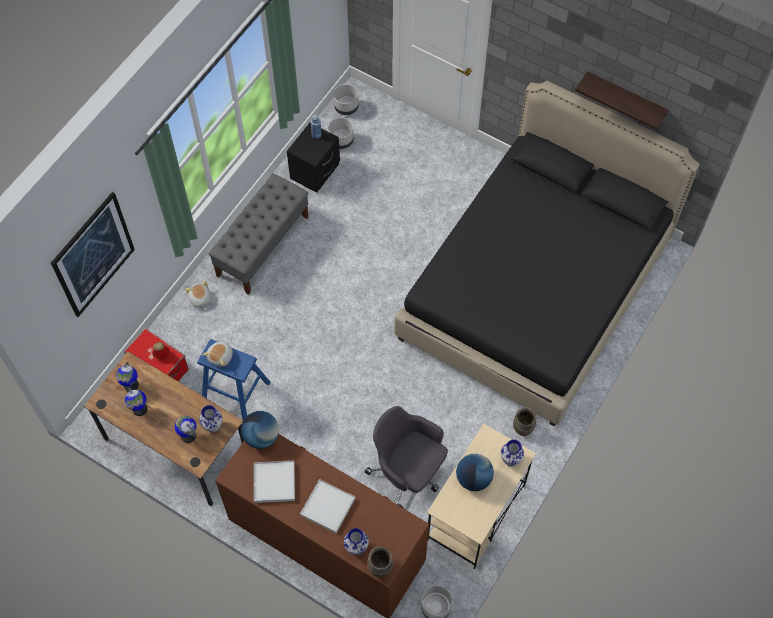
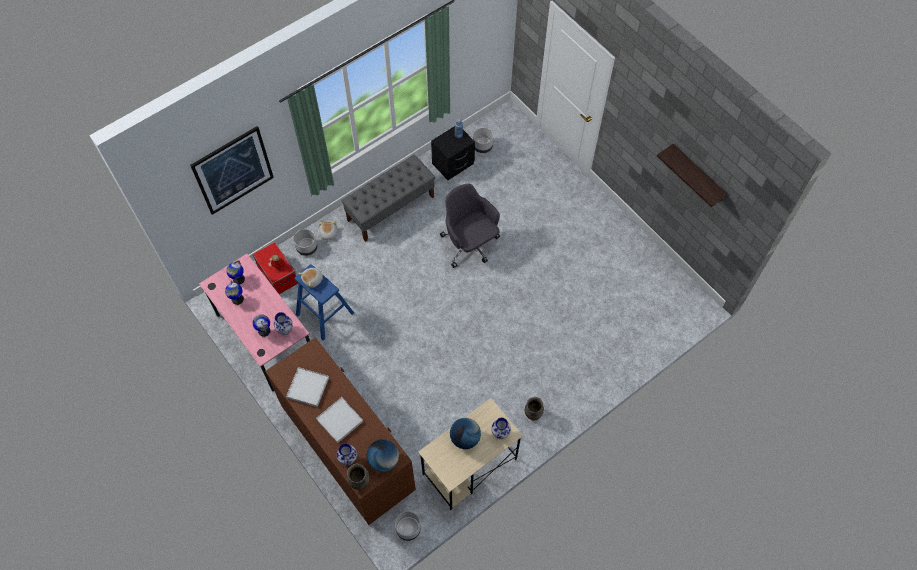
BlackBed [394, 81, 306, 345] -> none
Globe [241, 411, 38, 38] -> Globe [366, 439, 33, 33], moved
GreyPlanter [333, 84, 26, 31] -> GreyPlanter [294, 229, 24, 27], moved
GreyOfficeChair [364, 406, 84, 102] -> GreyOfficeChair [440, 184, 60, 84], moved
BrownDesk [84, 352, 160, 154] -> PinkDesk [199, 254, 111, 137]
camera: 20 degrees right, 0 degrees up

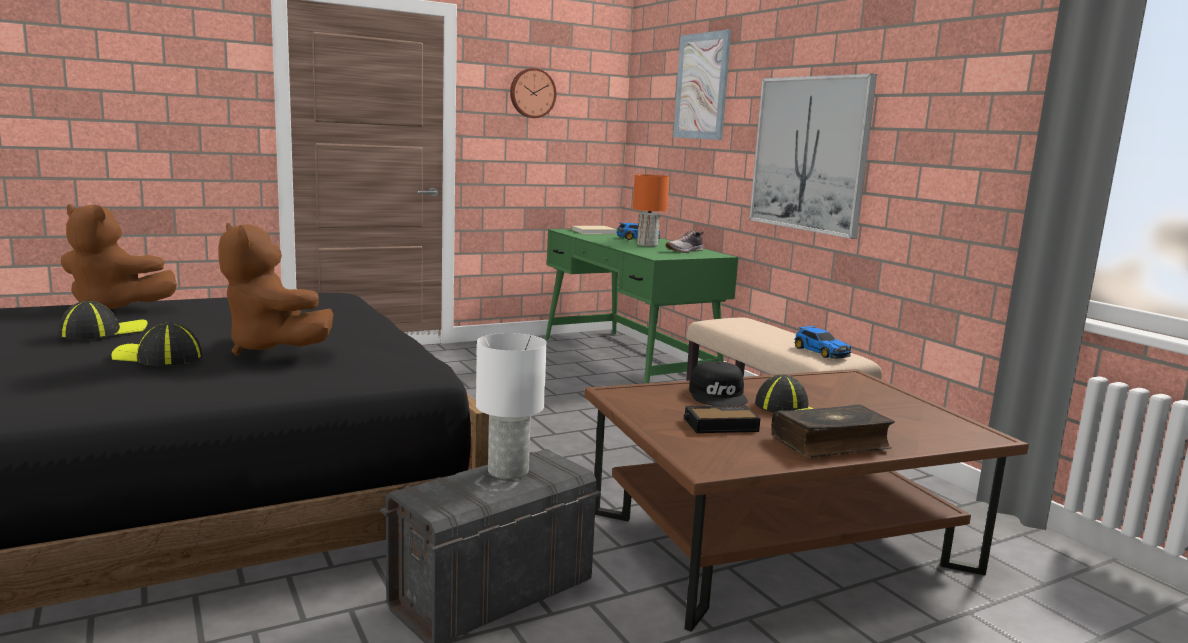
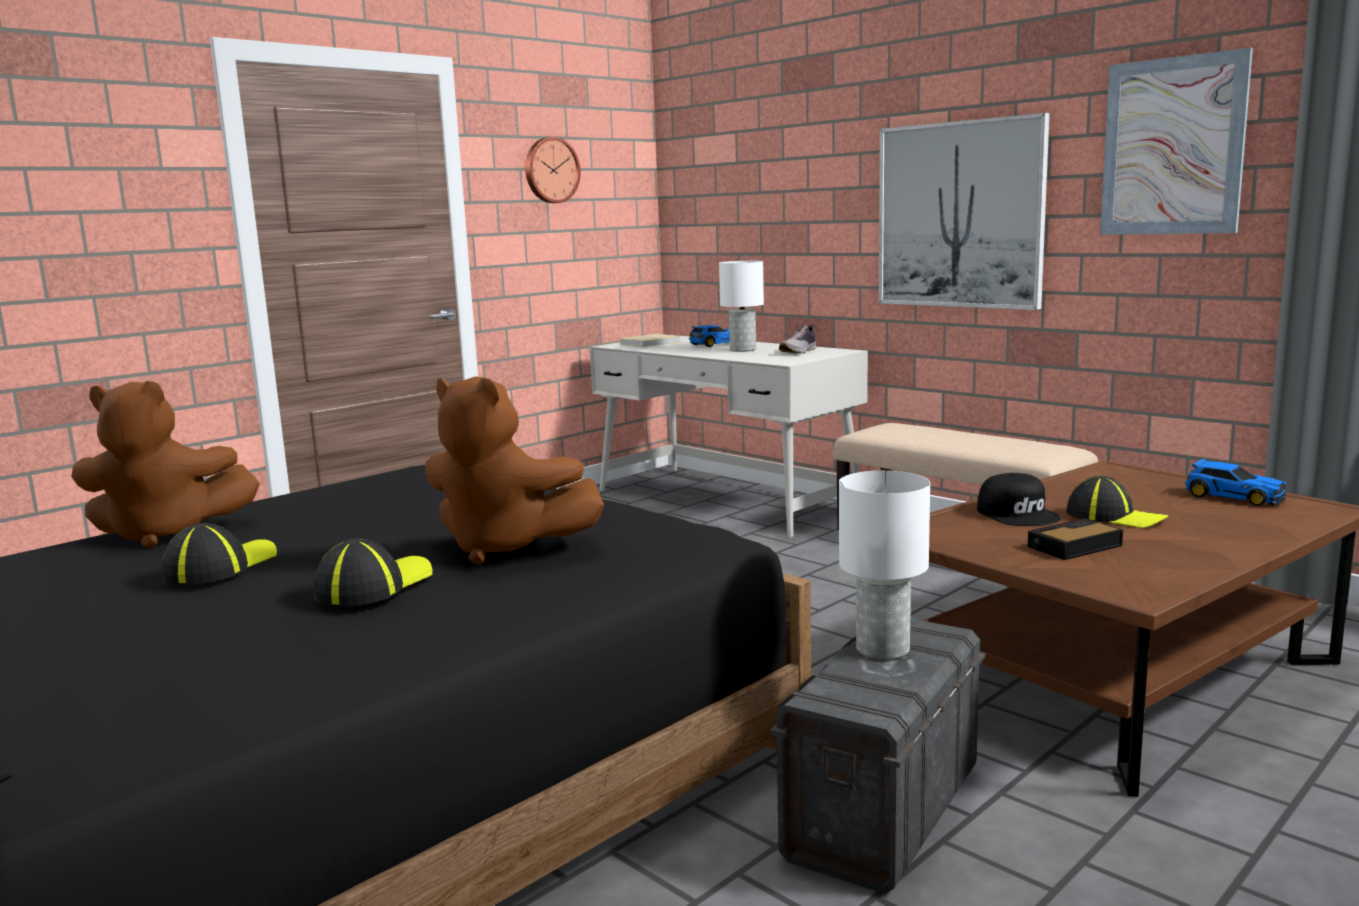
Book [771, 404, 124, 54] -> none
Picture [673, 29, 58, 111] -> Picture [1100, 48, 153, 187], moved
ToyCar [794, 326, 57, 33] -> ToyCar [1185, 459, 102, 47], moved
GreenDesk [545, 228, 193, 156] -> WhiteDesk [590, 335, 278, 202]
OrangeTableLamp [633, 174, 36, 72] -> WhiteTableLamp [719, 261, 45, 91]
Cap [111, 322, 92, 44] -> Cap [313, 539, 120, 67], 120 degrees clockwise
camera: 15 degrees left, 0 degrees up

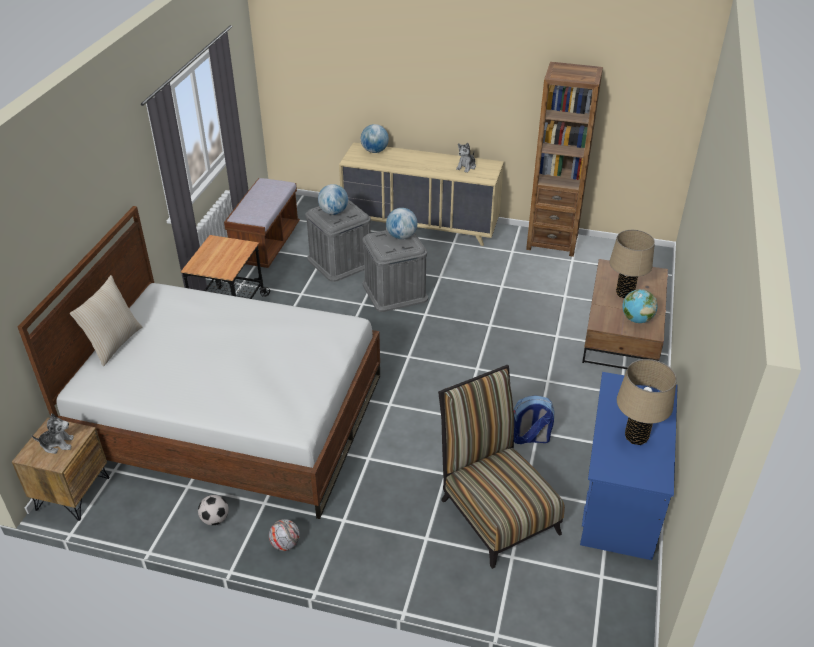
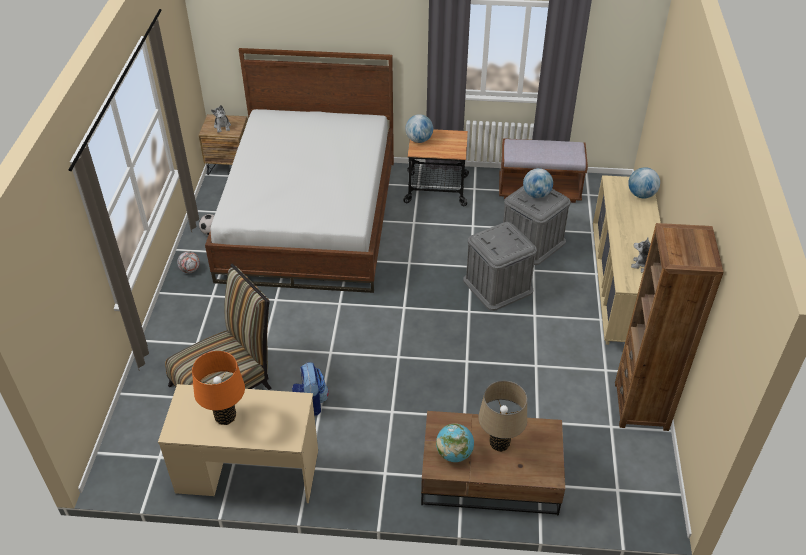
BeigePillow [70, 275, 72, 91] -> none
Globe [386, 208, 31, 31] -> Globe [405, 114, 28, 29], moved
BlueDesk [580, 372, 98, 188] -> BeigeDesk [158, 384, 160, 119]
BeigeTableLamp [617, 359, 60, 86] -> OrangeTableLamp [192, 351, 53, 74]
camera: 80 degrees right, 5 degrees up

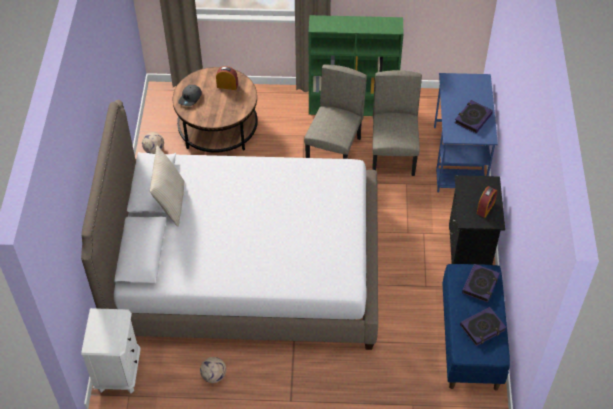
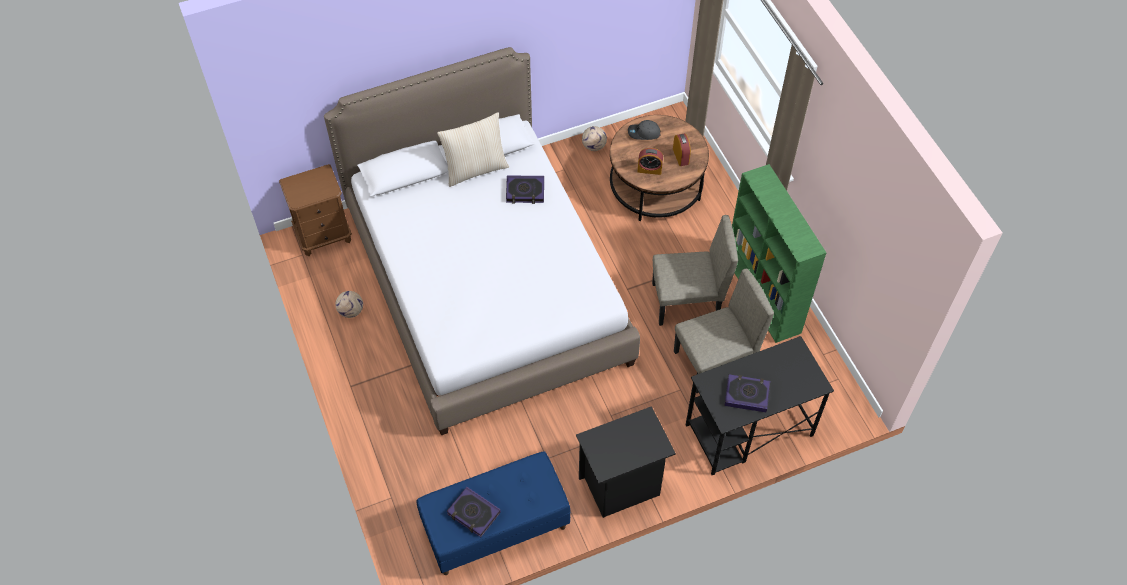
Book [462, 264, 38, 39] -> Book [506, 176, 38, 28], moved
AlarmClock [477, 186, 20, 32] -> AlarmClock [638, 148, 25, 27], moved
WhiteNightstand [81, 308, 60, 86] -> BrownNightstand [279, 164, 73, 92]
BlueDesk [434, 73, 64, 120] -> BlackDesk [686, 336, 148, 139]
camera: 65 degrees right, 5 degrees up

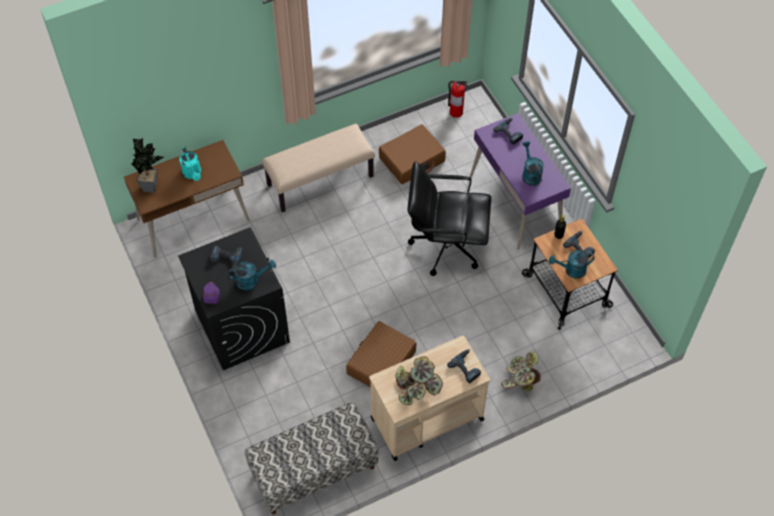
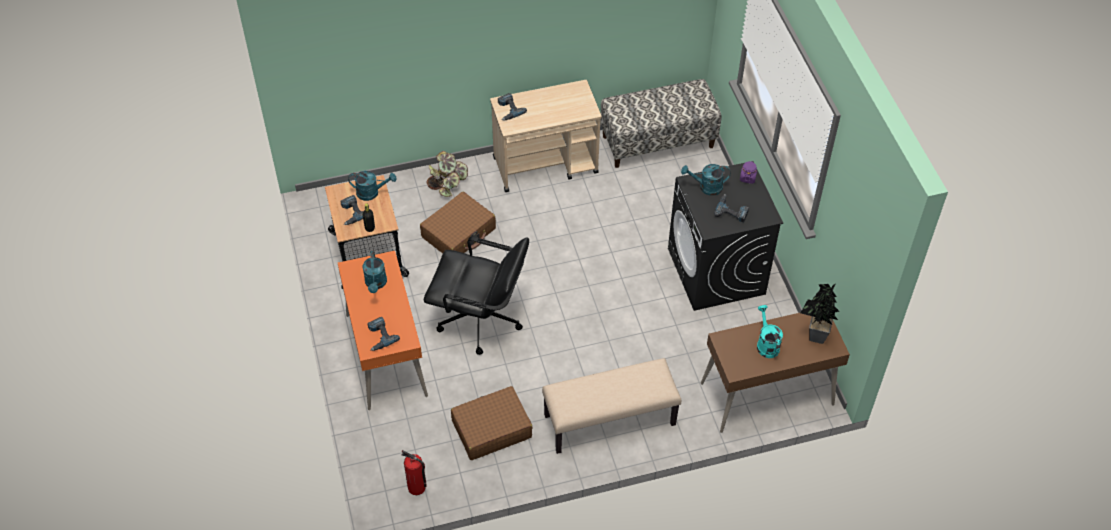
PottedPlant [395, 356, 48, 49] -> none
BrownSuitcase [346, 321, 71, 66] -> BrownSuitcase [420, 192, 76, 61], moved
PurpleDesk [470, 113, 101, 137] -> OrangeDesk [338, 251, 90, 159]
camera: 170 degrees left, 5 degrees down

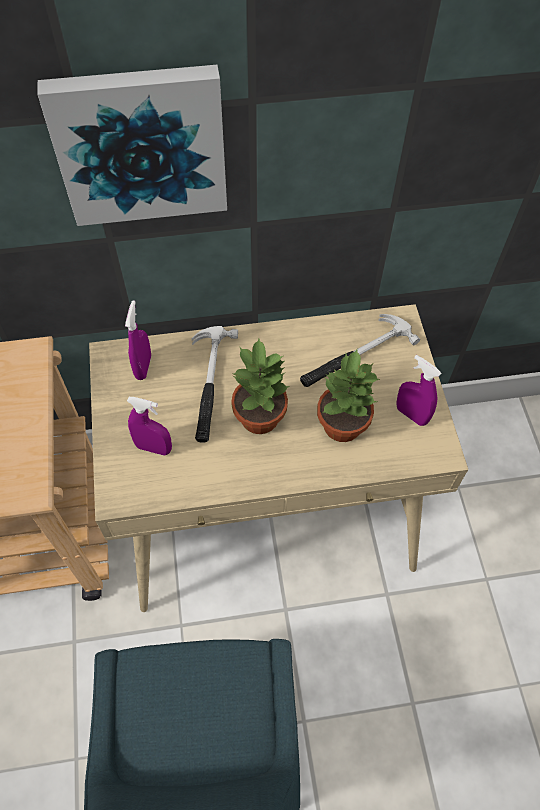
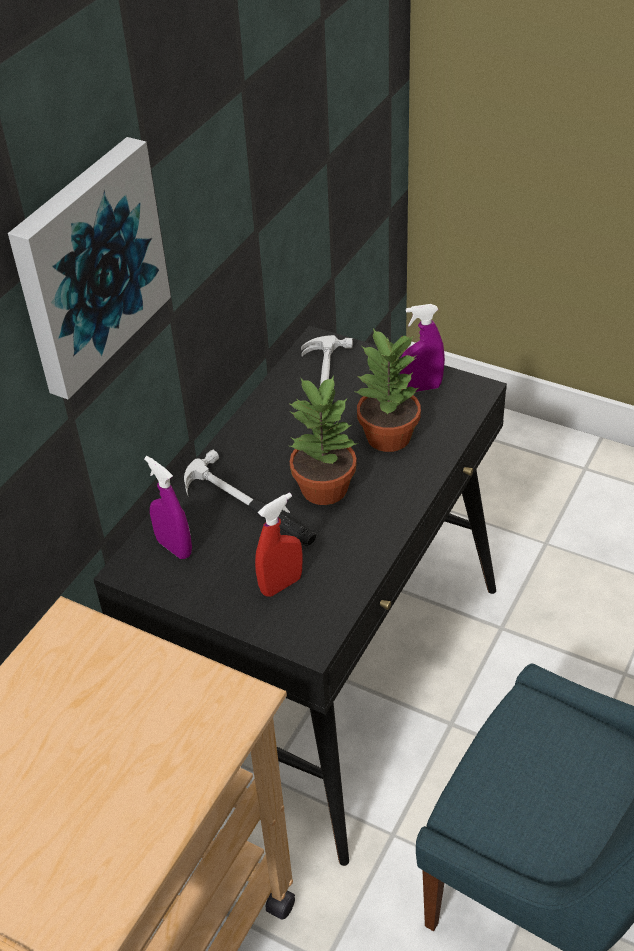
BeigeDesk [89, 304, 379, 308] -> BlackDesk [93, 326, 414, 540]
PurpleSprayBottle [127, 397, 45, 59] -> RedSprayBottle [255, 492, 48, 105]
camera: 50 degrees left, 15 degrees down

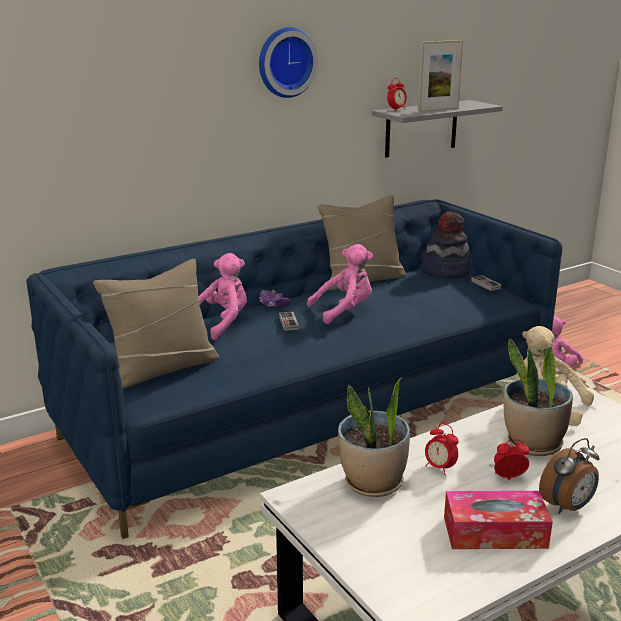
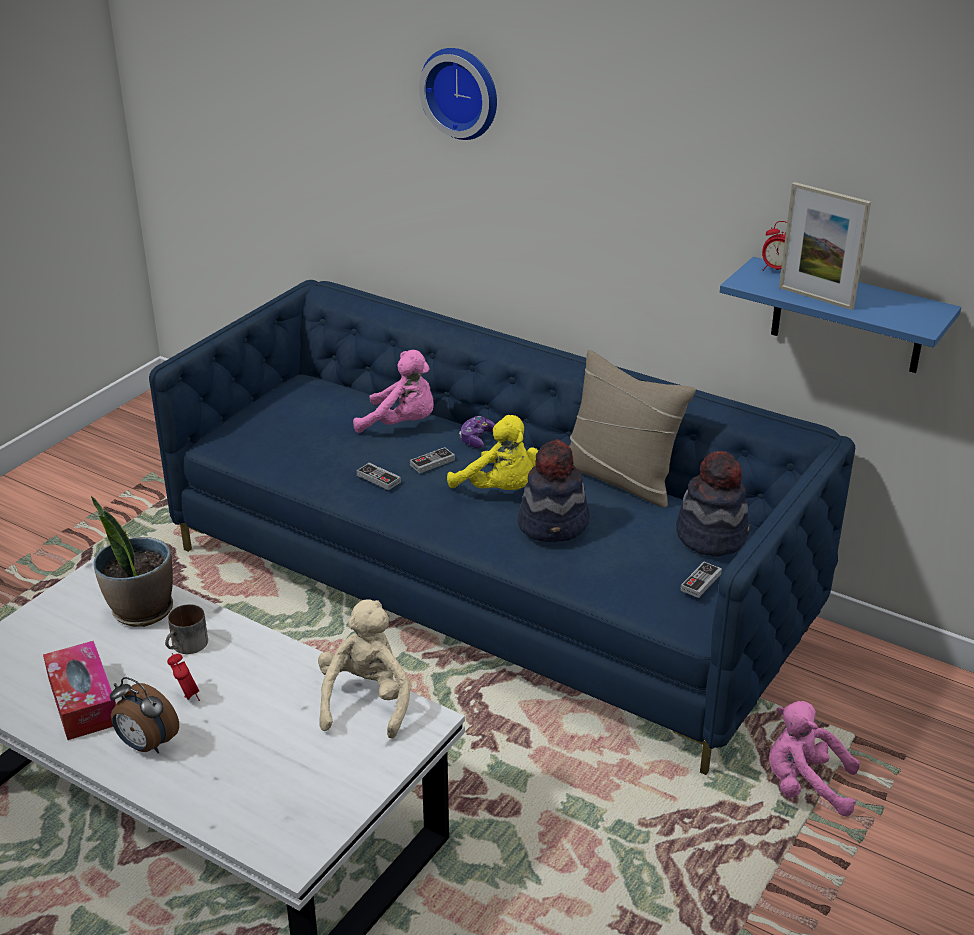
BeigePillow [93, 259, 126, 130] -> none
PottedPlant [504, 339, 69, 117] -> none
none -> GameController [357, 463, 44, 27]
none -> Hat [518, 439, 71, 103]
WallClock [259, 27, 59, 71] -> WallClock [419, 48, 78, 92], moved
AlarmClock [425, 423, 34, 52] -> Mug [165, 604, 43, 50]
PinkPlushToy [307, 244, 66, 80] -> YellowPlushToy [447, 415, 91, 75]
GreyShelf [372, 100, 131, 58] -> BlueShelf [720, 257, 241, 116]
camera: 65 degrees right, 10 degrees up

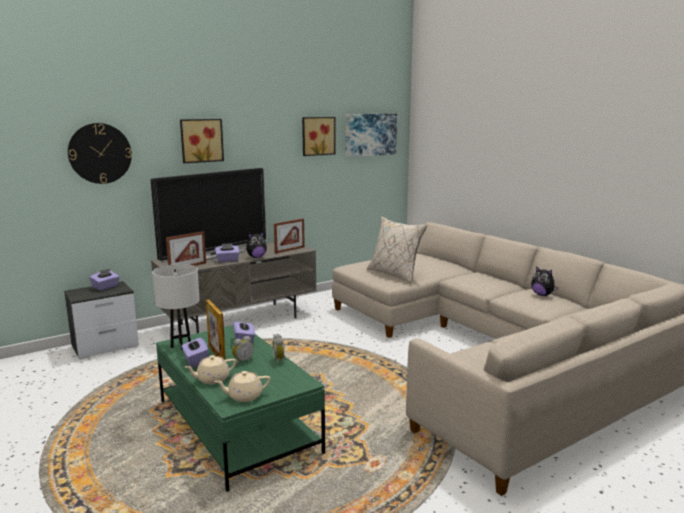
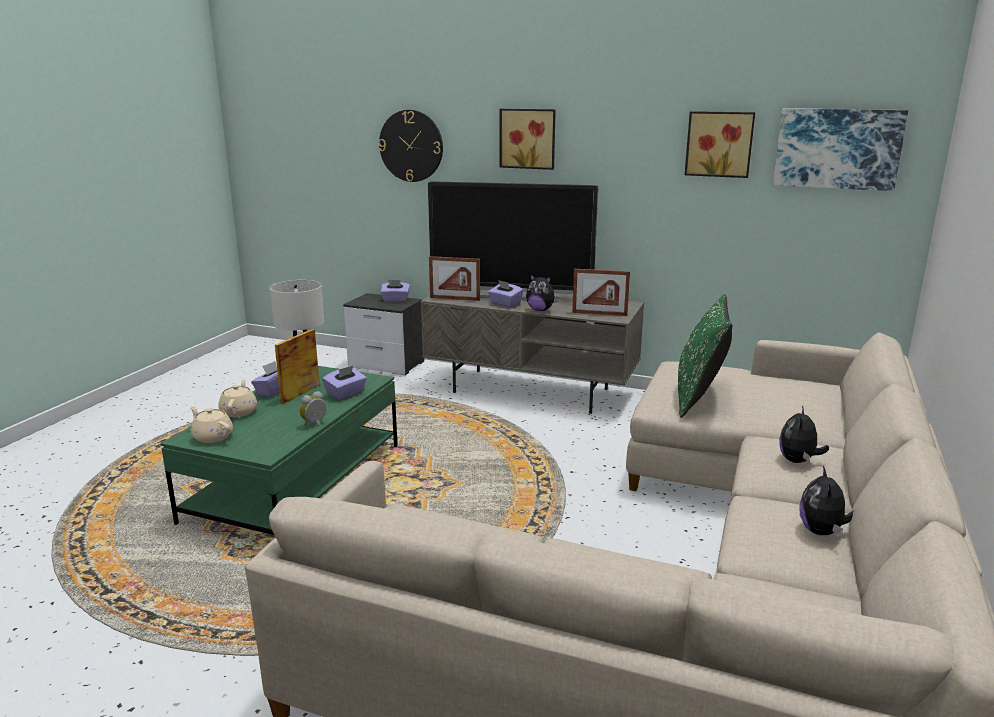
AlarmClock [232, 336, 21, 29] -> none
none -> PlushToy [779, 405, 50, 58]
BeigePillow [367, 216, 60, 68] -> GreenPillow [678, 295, 54, 123]
BeigeTeapot [185, 355, 51, 29] -> BeigeTeapot [218, 379, 39, 38], 60 degrees clockwise
camera: 55 degrees right, 5 degrees up

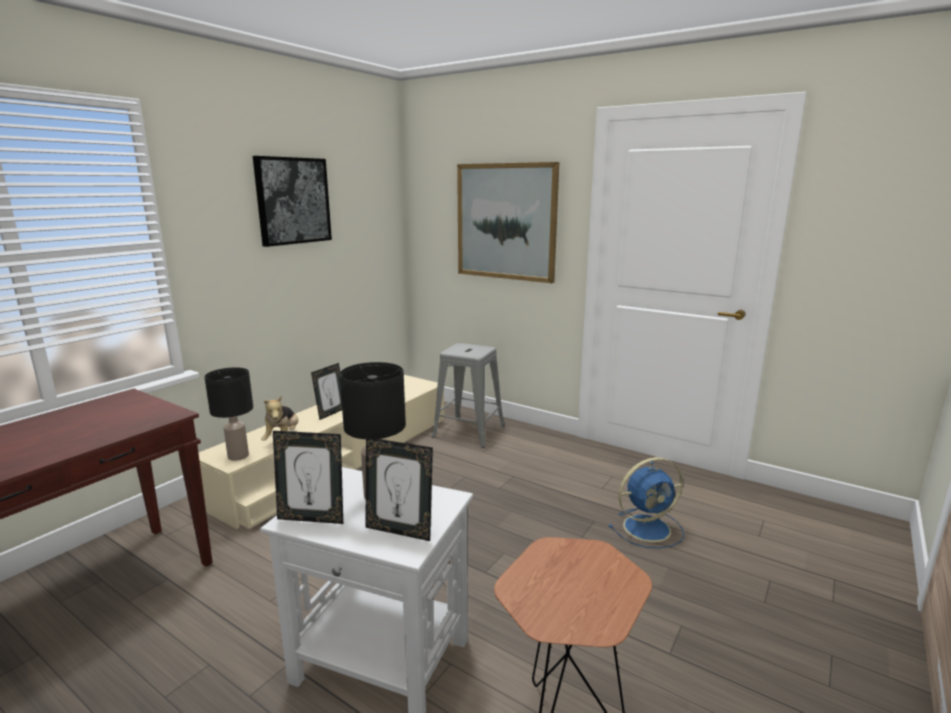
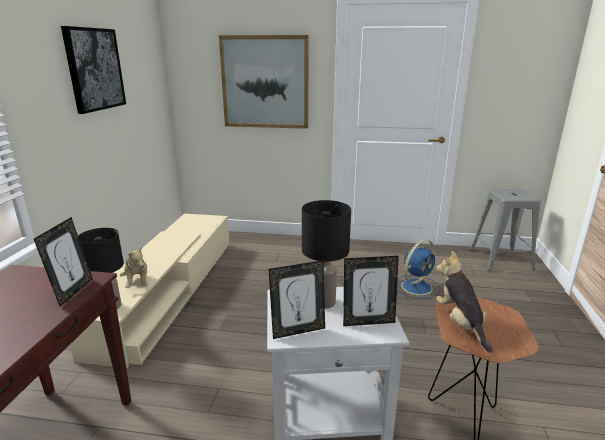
none -> PlushToy [436, 251, 57, 102]
PictureFrame [311, 363, 31, 57] -> PictureFrame [34, 217, 59, 90], moved
GreyStool [431, 343, 74, 105] -> GreyStool [470, 189, 71, 82], moved
camera: 25 degrees left, 5 degrees up

